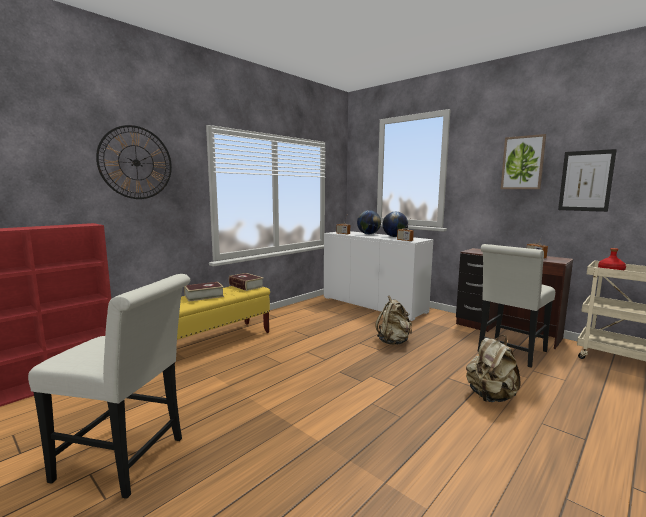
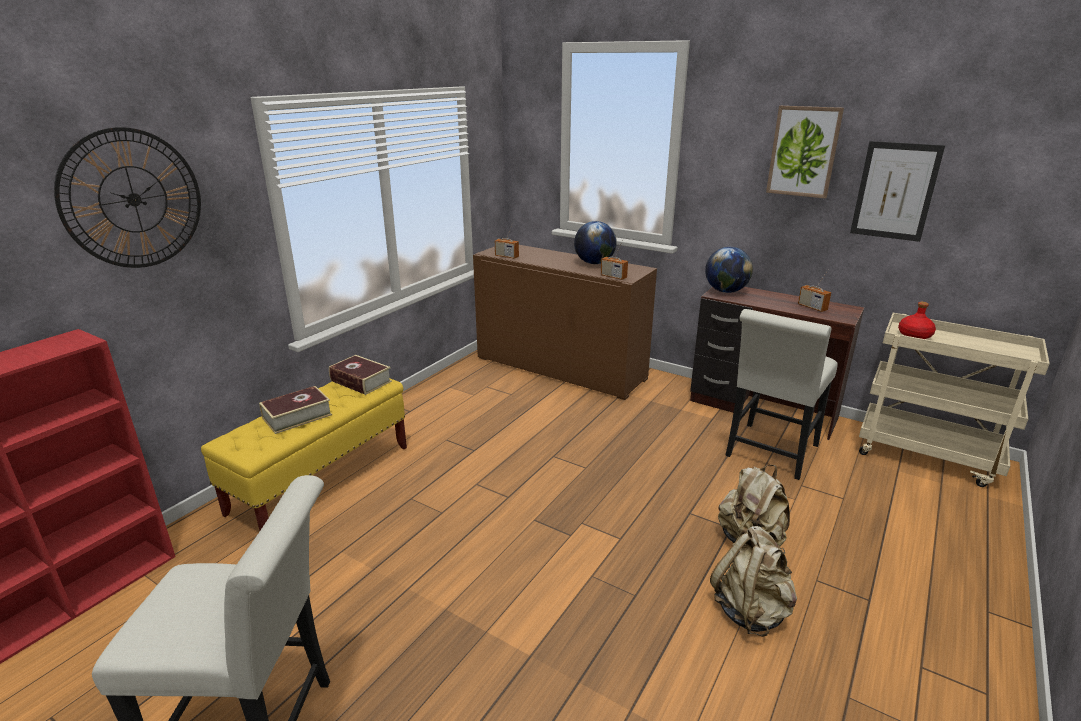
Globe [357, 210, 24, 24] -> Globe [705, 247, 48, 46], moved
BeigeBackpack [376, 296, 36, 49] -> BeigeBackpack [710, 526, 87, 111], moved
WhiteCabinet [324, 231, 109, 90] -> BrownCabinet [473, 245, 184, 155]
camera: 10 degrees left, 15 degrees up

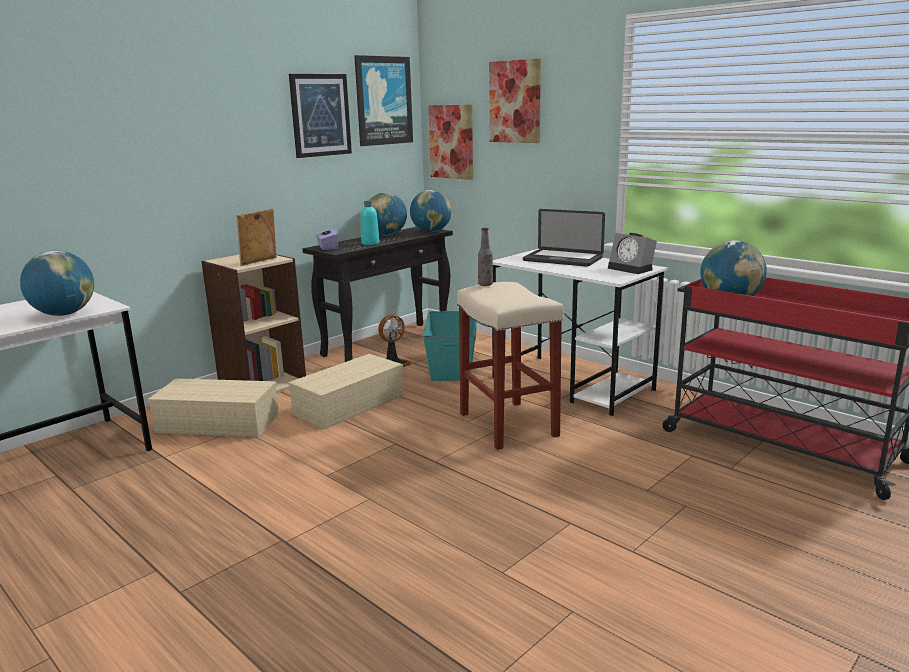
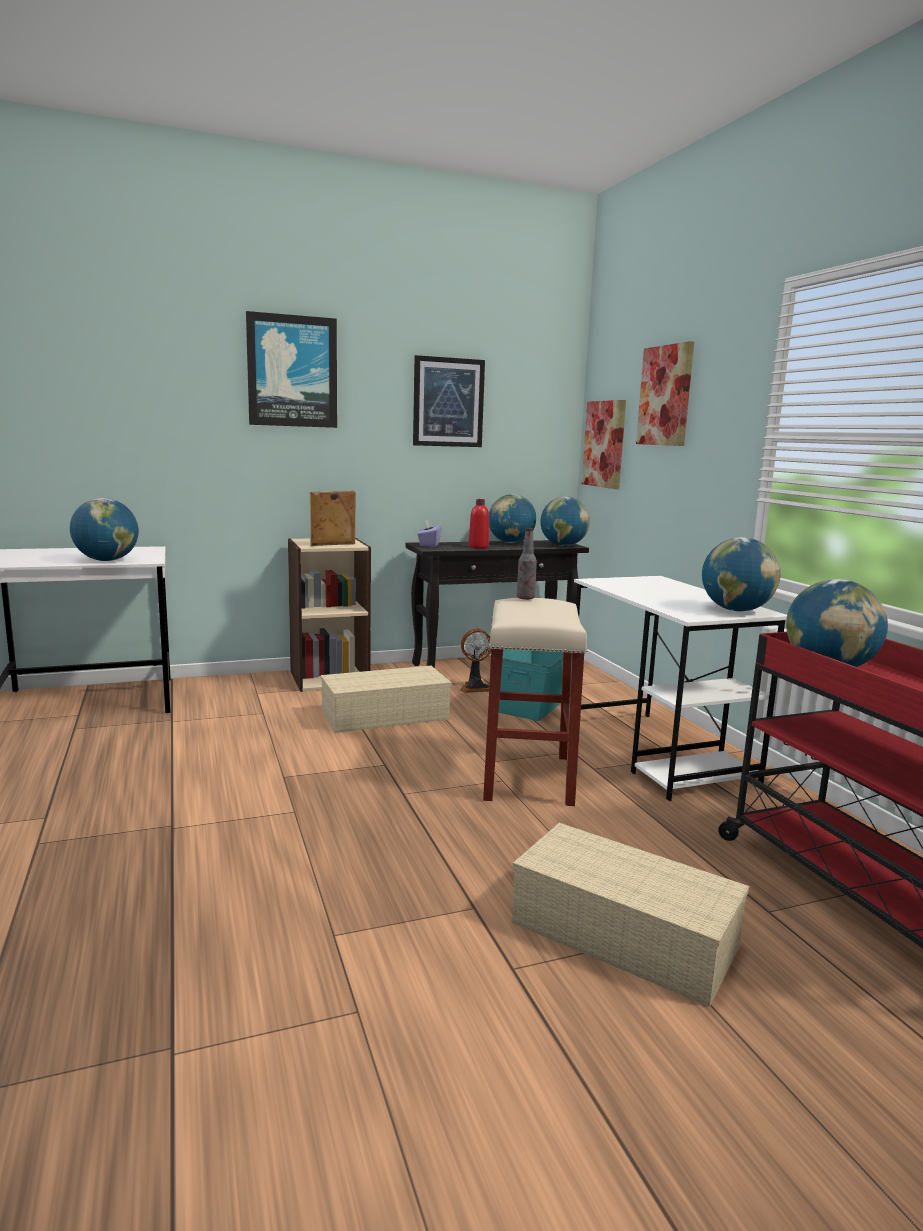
Laptop [523, 209, 82, 58] -> none
BeigeStorageBox [148, 378, 131, 59] -> BeigeStorageBox [512, 823, 237, 184], moved
Picture [354, 55, 59, 91] -> Picture [246, 311, 91, 117], moved
AlarmClock [608, 233, 49, 41] -> Globe [702, 537, 79, 74]
TurquoiseBottle [360, 201, 19, 44] -> RedBottle [469, 499, 20, 49]
camera: 25 degrees right, 5 degrees down

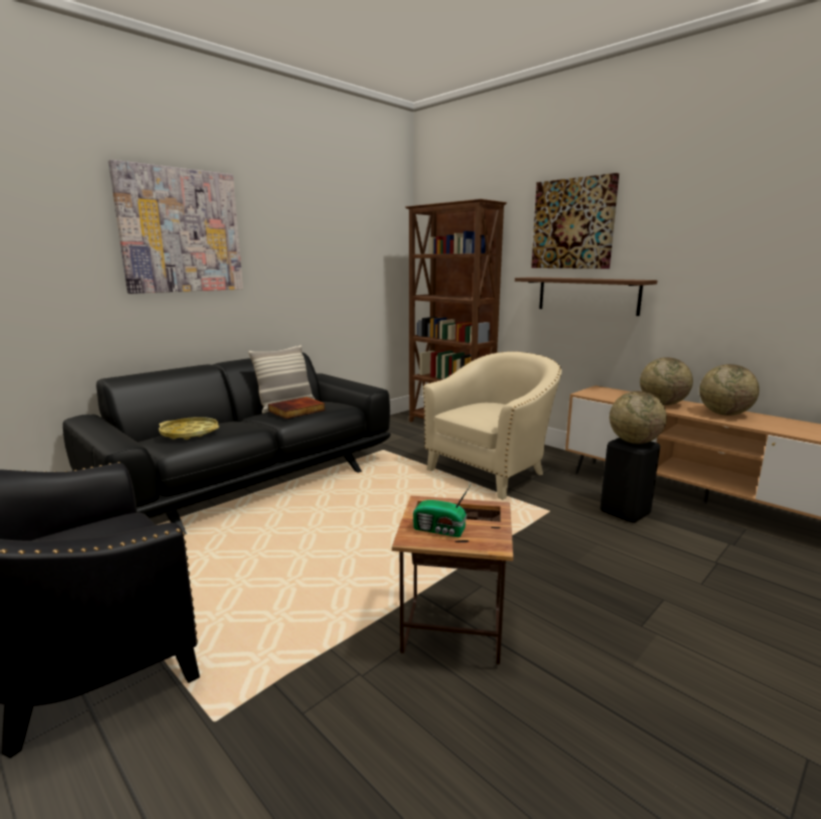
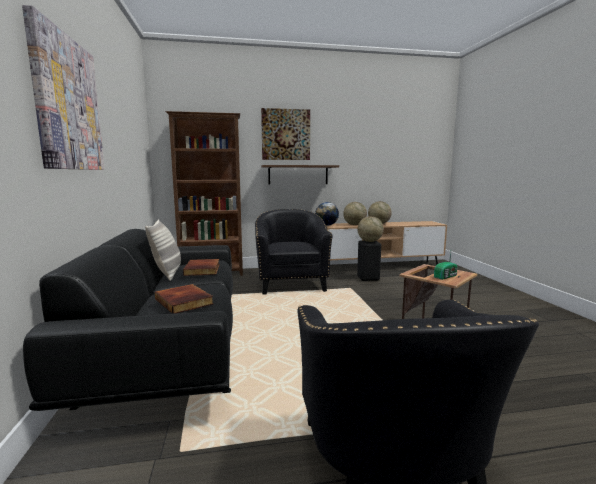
none -> Globe [315, 202, 24, 24]
YellowTray [159, 417, 60, 23] -> Book [155, 284, 59, 30]
BeigeArmchair [423, 351, 139, 149] -> BlackArmchair [255, 209, 78, 86]
camera: 55 degrees left, 5 degrees down

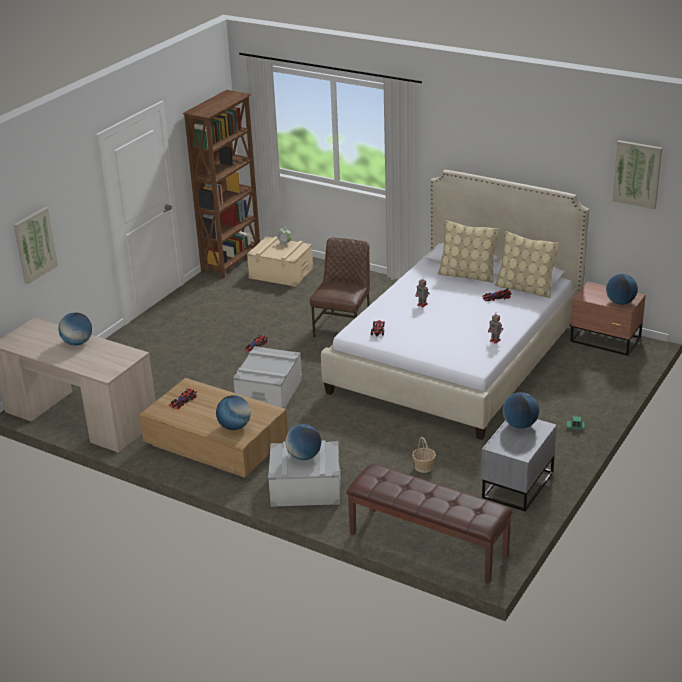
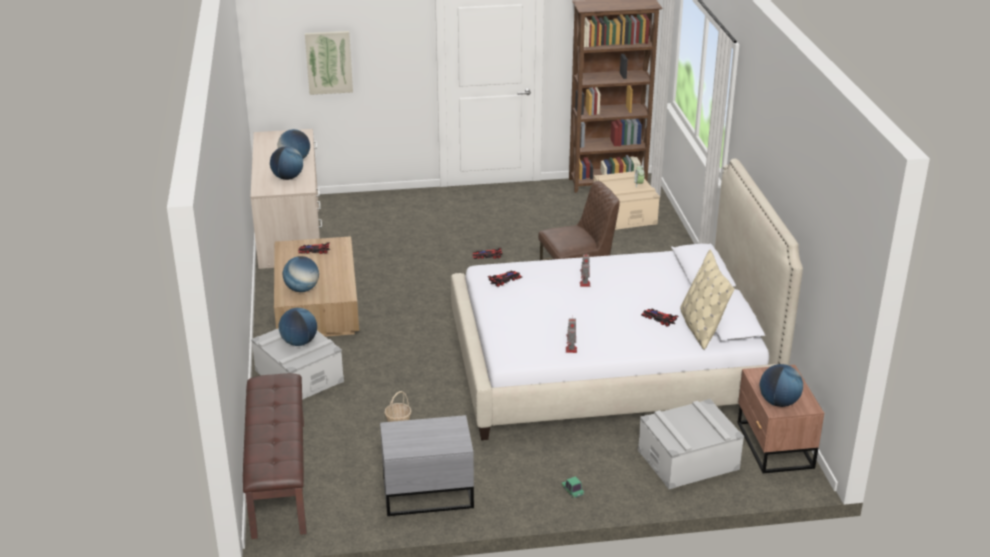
BeigePillow [438, 220, 61, 63] -> none
Picture [612, 140, 50, 69] -> none
GreyStorageBox [233, 346, 69, 62] -> GreyStorageBox [638, 399, 106, 90], moved
Globe [503, 392, 36, 37] -> Globe [270, 146, 33, 34], moved
camera: 50 degrees right, 0 degrees up

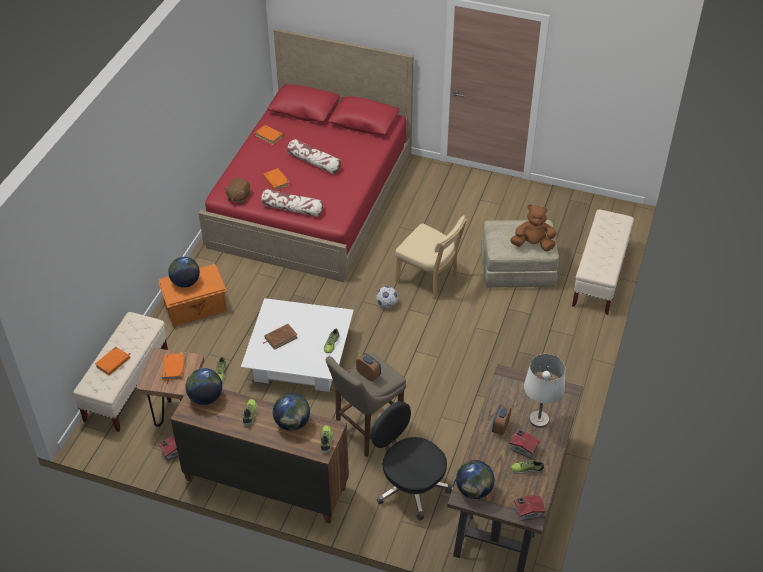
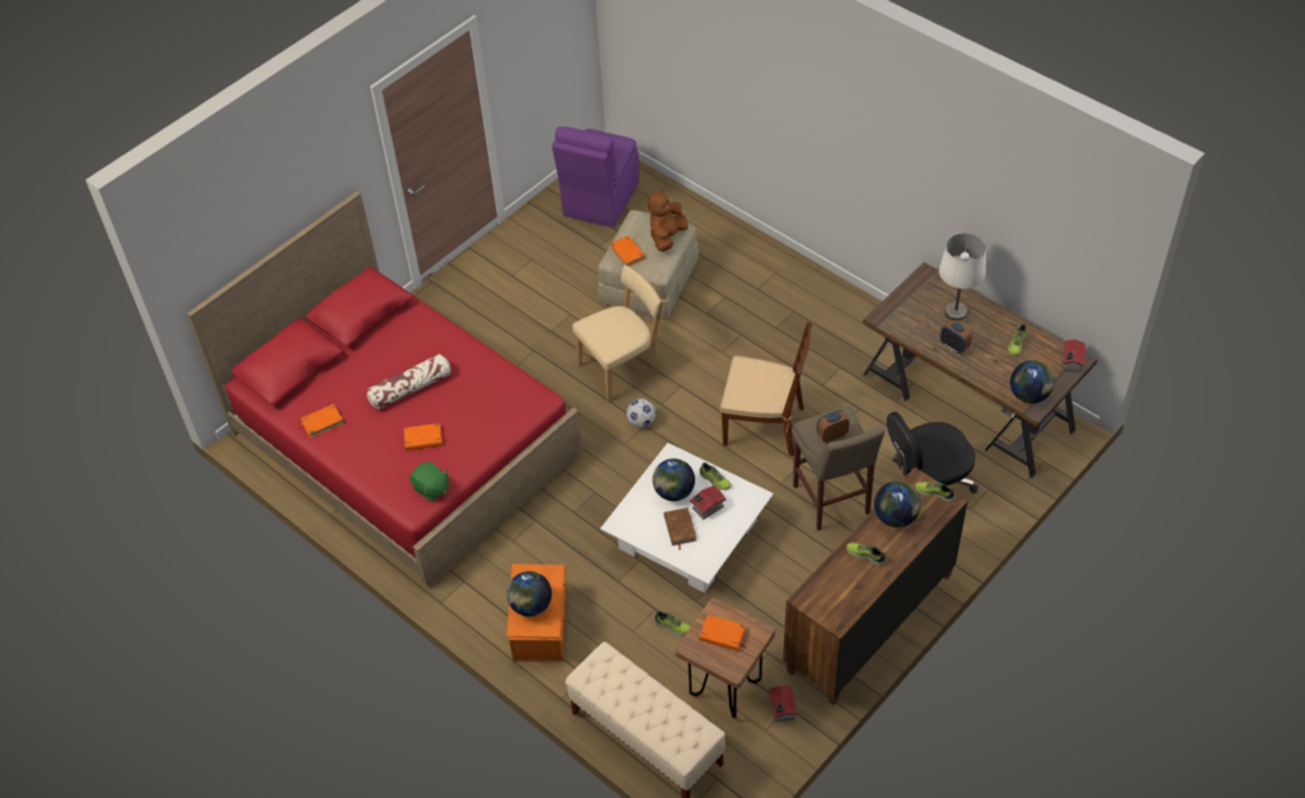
Pillow [261, 189, 62, 28] -> none
BeigeBench [572, 210, 62, 105] -> none
none -> PurpleChair [552, 126, 87, 102]
none -> BrownChair [720, 321, 92, 136]
OrangeBook [95, 347, 35, 29] -> OrangeBook [610, 235, 36, 32], moved
Globe [185, 368, 37, 37] -> Globe [653, 459, 42, 42], moved
ToyHouse [509, 429, 31, 30] -> ToyHouse [690, 486, 36, 34], moved
BrownPlushToy [225, 178, 25, 26] -> GreenPlushToy [410, 462, 39, 40]
camera: 65 degrees left, 5 degrees up

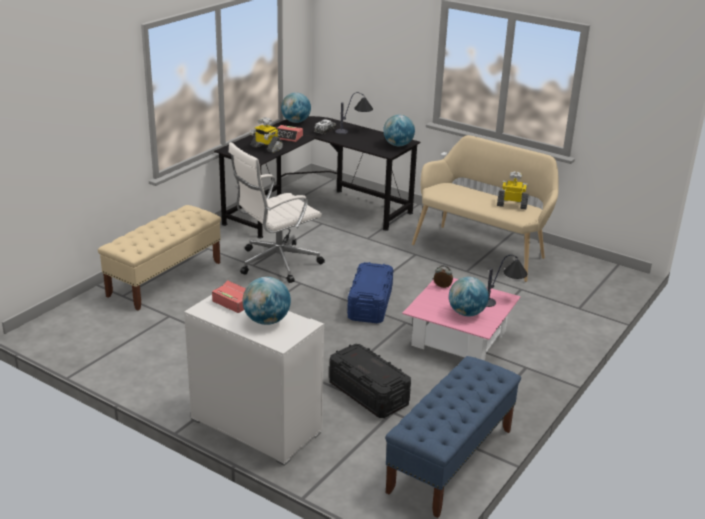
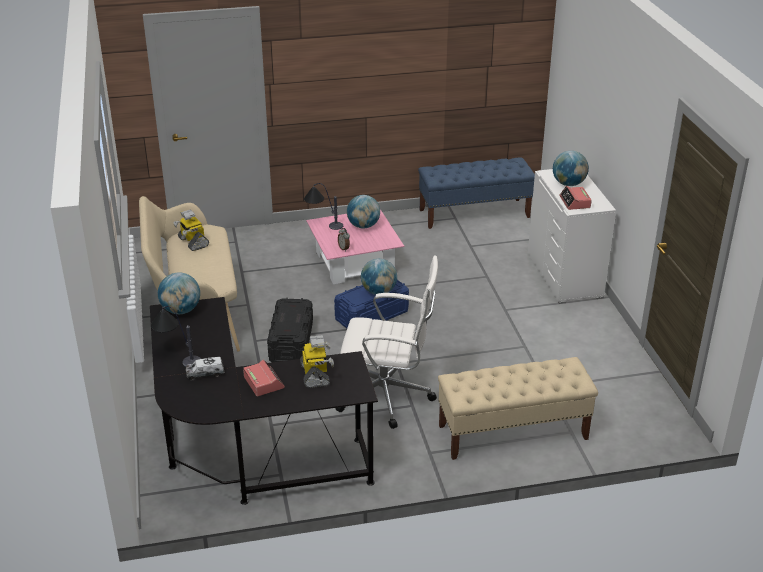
Globe [281, 92, 30, 31] -> Globe [361, 259, 36, 36], moved
BlackStorageBox [329, 344, 82, 74] -> BlackStorageBox [267, 298, 46, 64], moved
camera: 135 degrees left, 5 degrees up

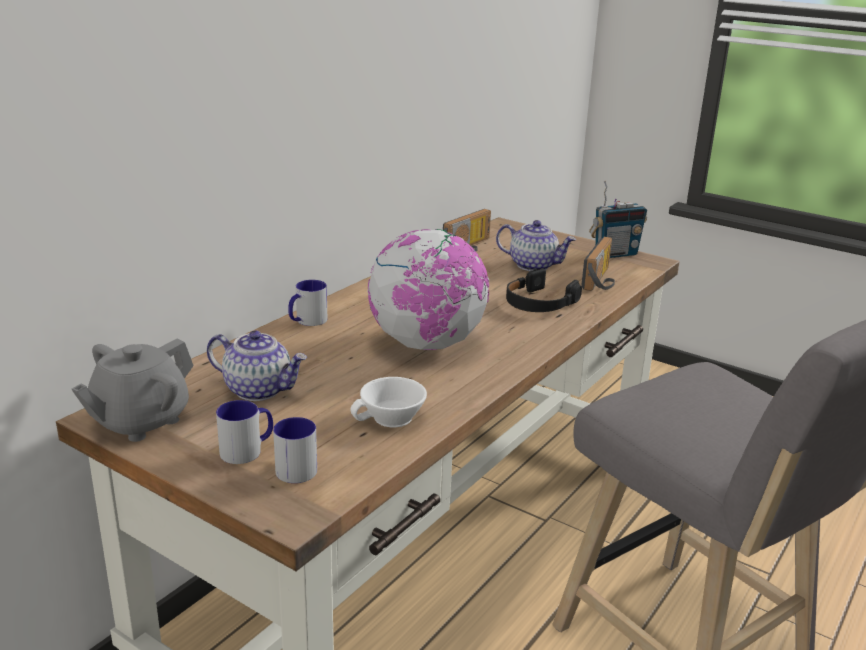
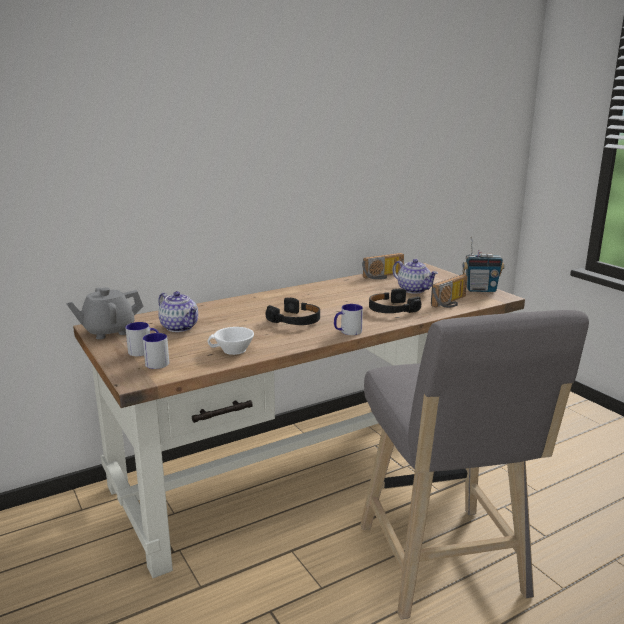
Mug [288, 280, 39, 46] -> Mug [334, 304, 29, 31], moved
Globe [367, 229, 123, 121] -> BlackHeadphones [266, 298, 54, 27]
camera: 25 degrees right, 5 degrees down

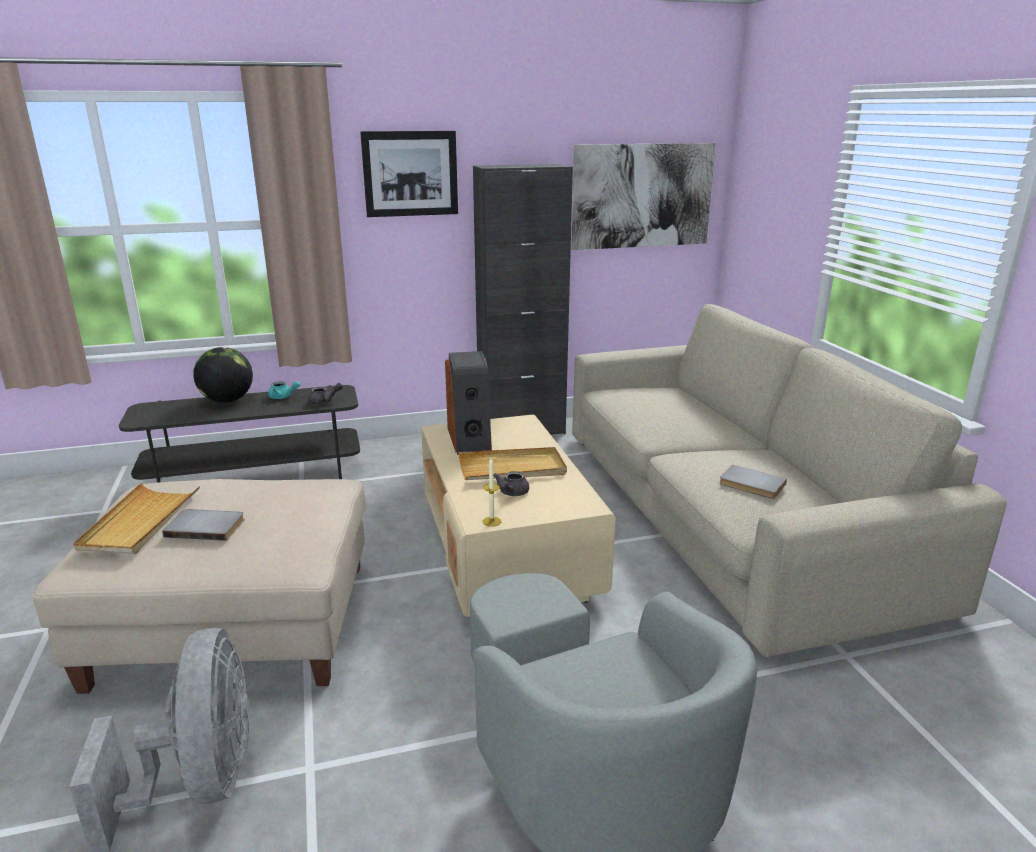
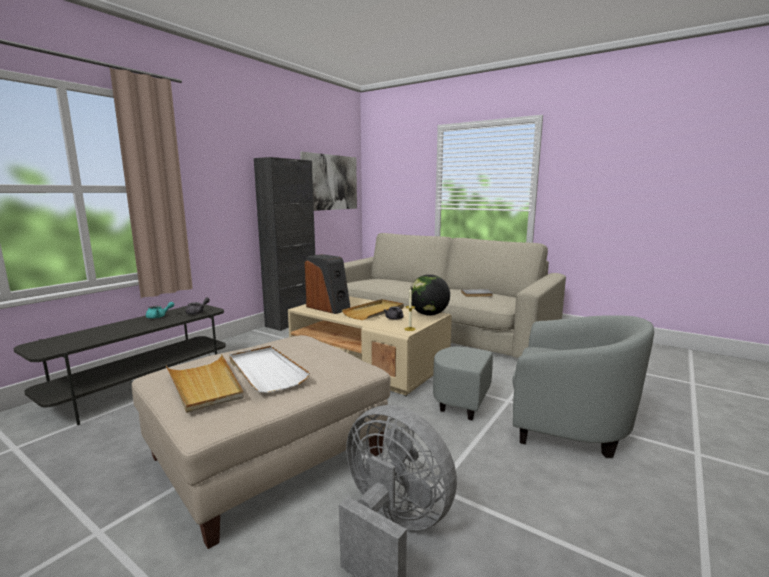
Picture [360, 131, 98, 86] -> none
Globe [193, 347, 60, 56] -> Globe [409, 274, 41, 42], moved
GreyBook [162, 509, 83, 32] -> WhiteTray [229, 346, 81, 47]
camera: 40 degrees left, 10 degrees down

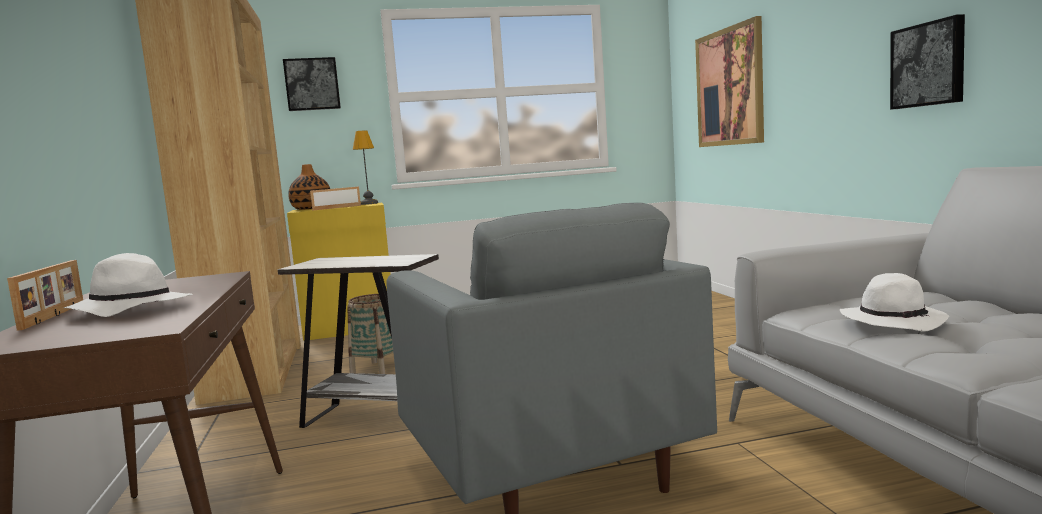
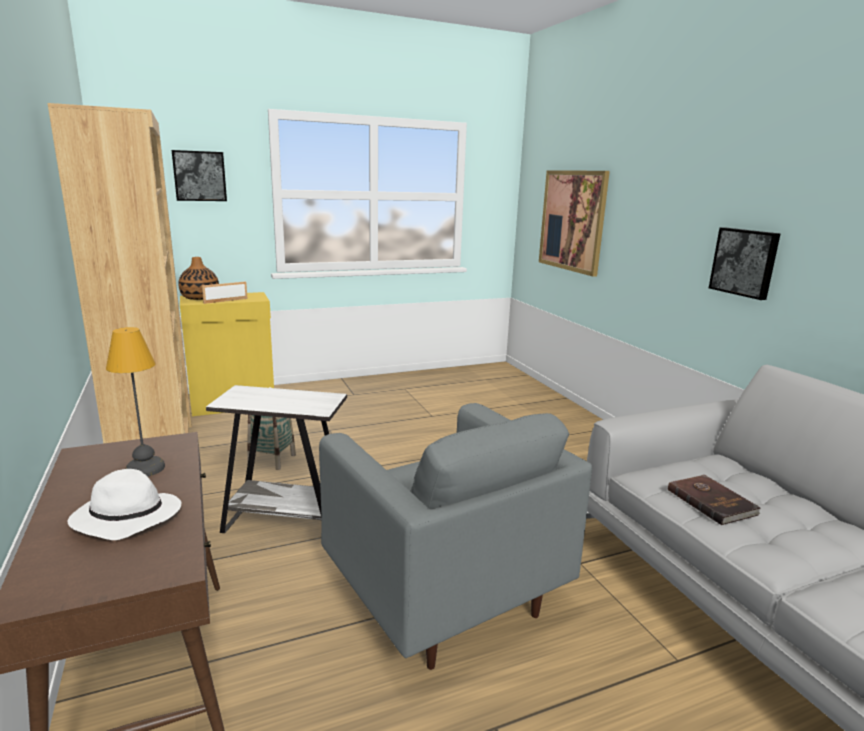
PictureFrame [7, 260, 76, 71] -> none
TableLamp [353, 130, 25, 75] -> TableLamp [106, 327, 59, 150], moved
WhiteHat [840, 273, 109, 59] -> BrownBook [668, 475, 93, 50]
camera: 10 degrees left, 10 degrees up

